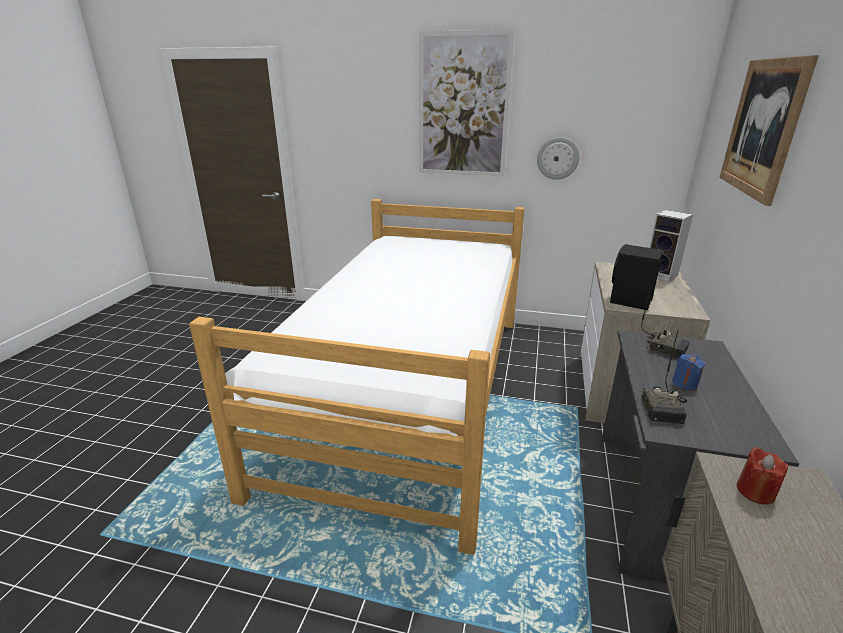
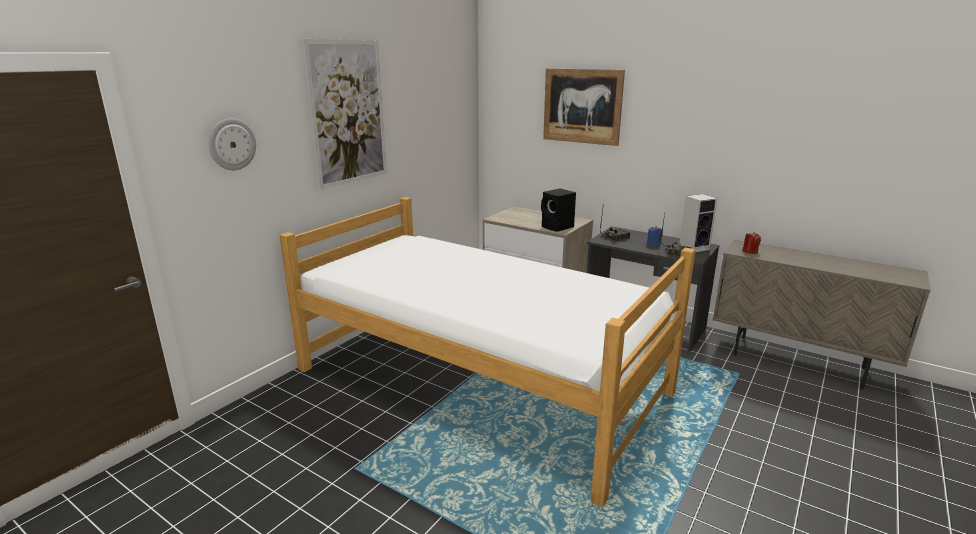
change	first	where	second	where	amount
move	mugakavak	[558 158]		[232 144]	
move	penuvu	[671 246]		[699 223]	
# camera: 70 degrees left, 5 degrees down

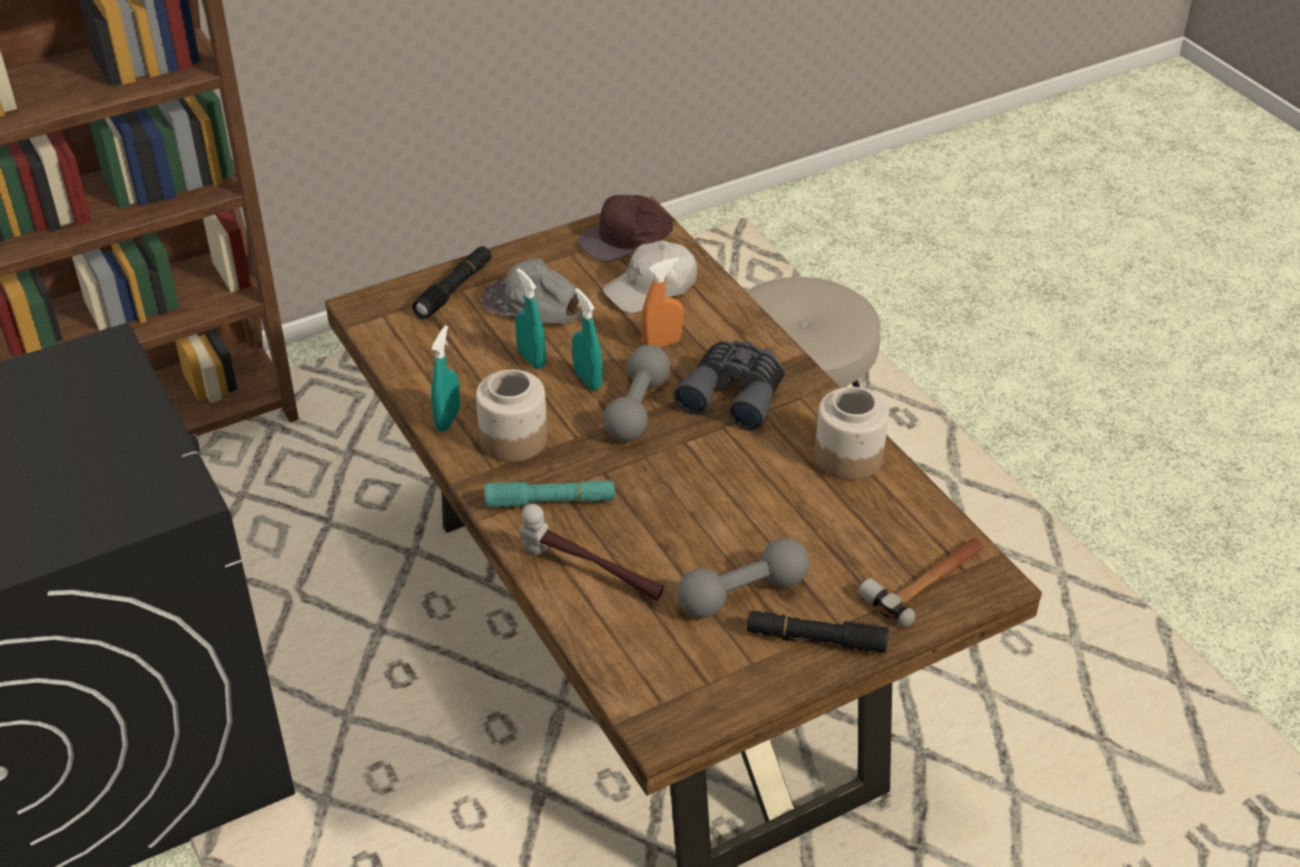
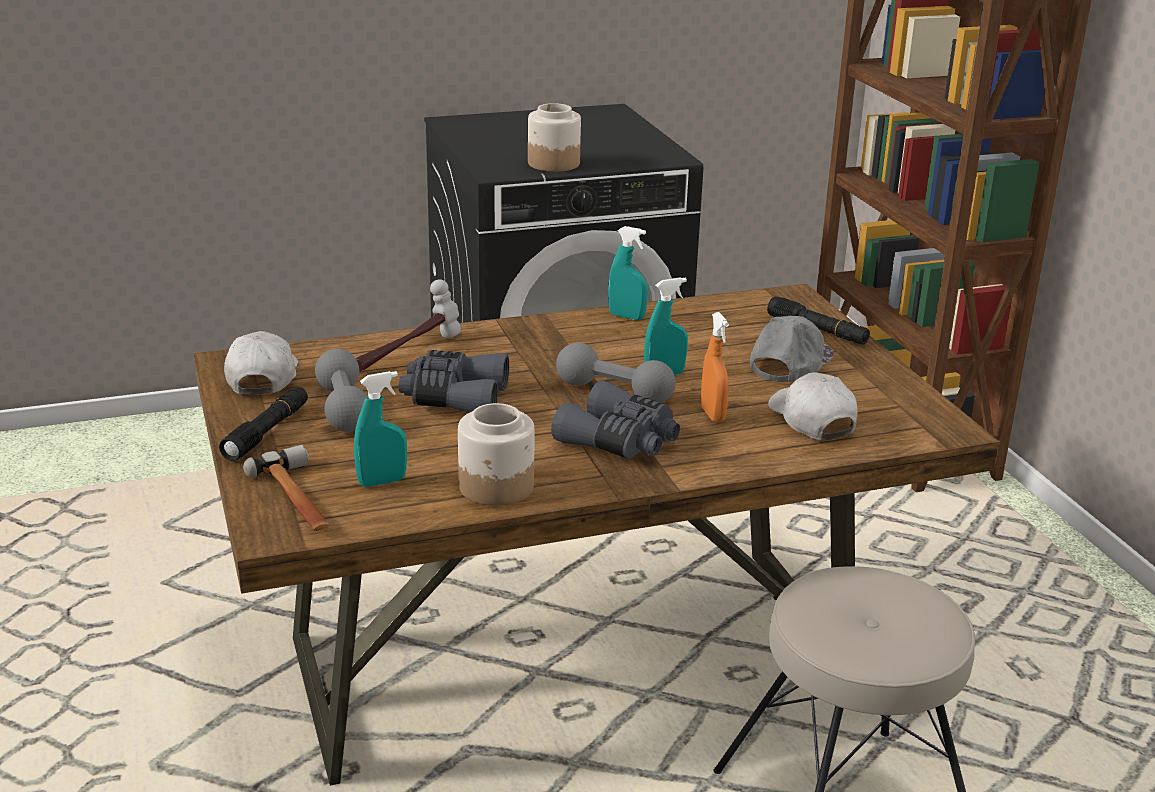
change	first	where	second	where	amount
delete	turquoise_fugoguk	[550 494]			
delete	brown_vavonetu	[625 228]			
insert			white_vavonetu	[261 363]	
insert			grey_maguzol	[454 381]	
move	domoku	[511 415]		[554 137]	
move	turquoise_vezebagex	[530 318]		[380 429]	
# camera: 100 degrees right, 15 degrees down

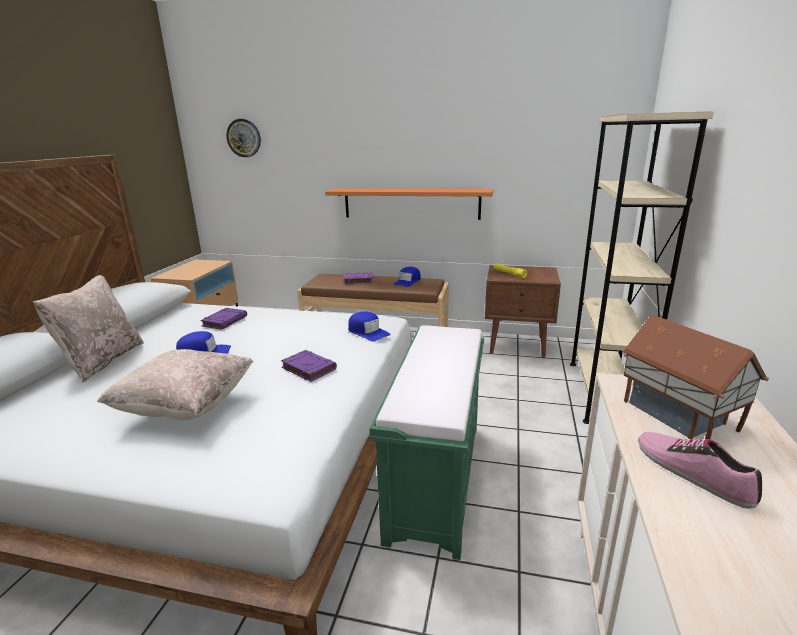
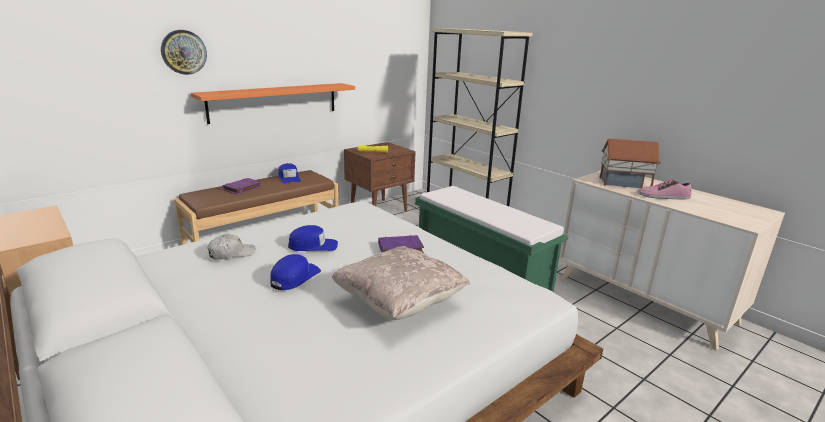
change	first	where	second	where	amount
delete	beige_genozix	[88 329]			
move	mugakavak	[243 138]		[184 52]	
move	blue_vavonetu	[369 326]		[313 238]	
replace	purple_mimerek	[223 319]	white_vavonetu	[231 247]	
# camera: 55 degrees left, 0 degrees up

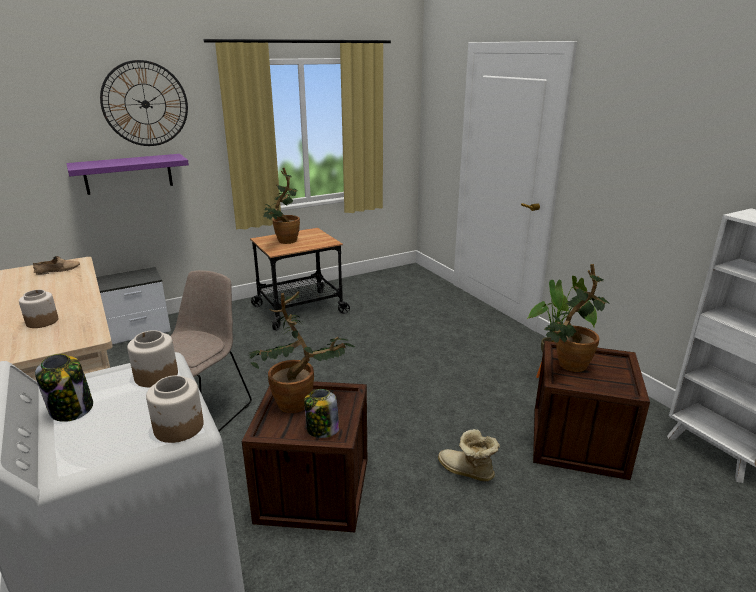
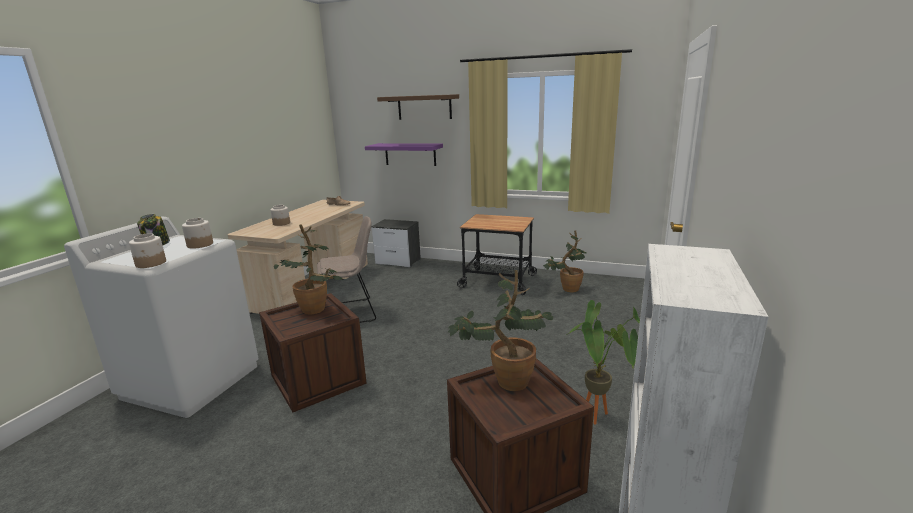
change	first	where	second	where	amount
delete	domoku	[321 413]			
delete	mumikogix	[469 455]			
move	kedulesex	[281 206]		[565 261]	
replace	mugakavak	[144 103]	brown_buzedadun	[418 107]	
# camera: 50 degrees right, 5 degrees down

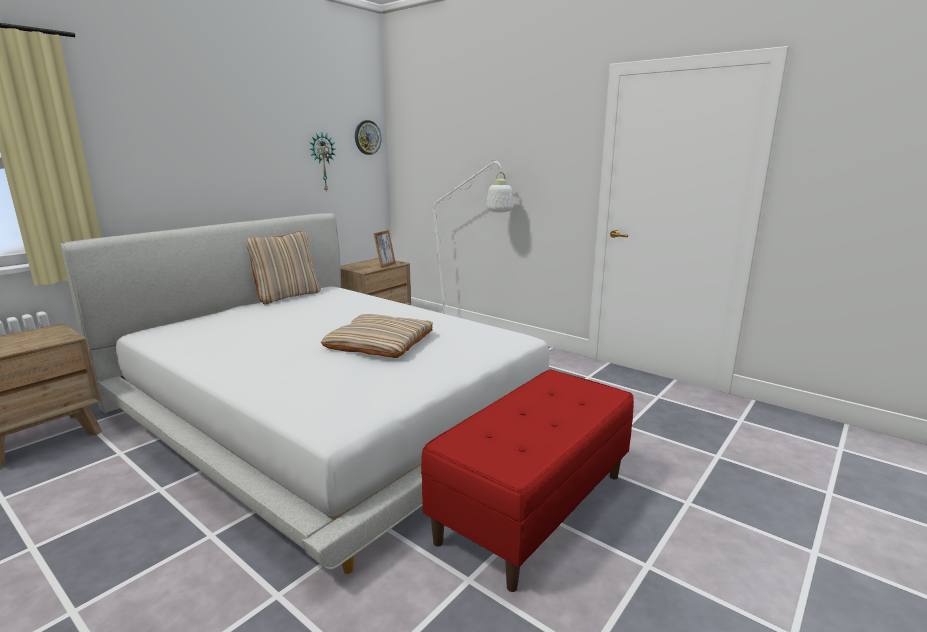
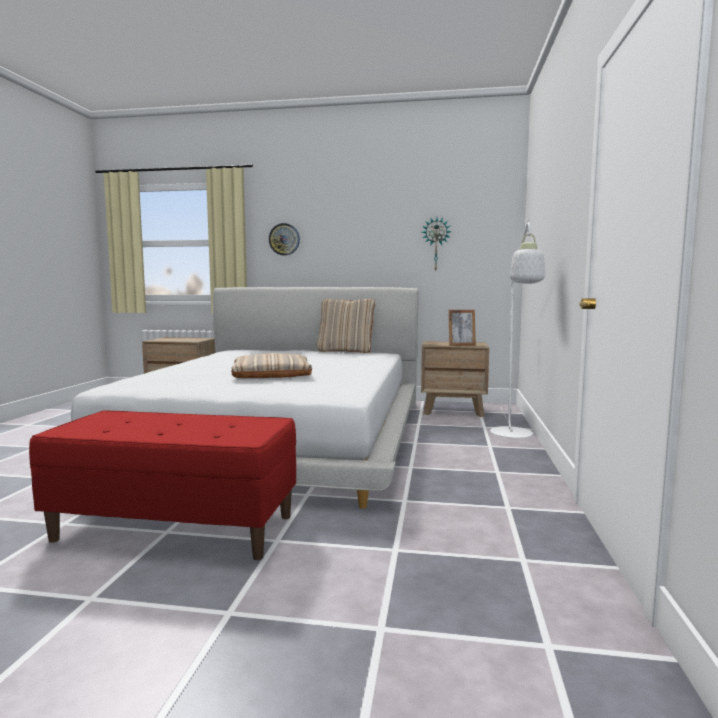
change	first	where	second	where	amount
move	mugakavak	[368 137]		[284 239]	
# camera: 60 degrees right, 10 degrees down

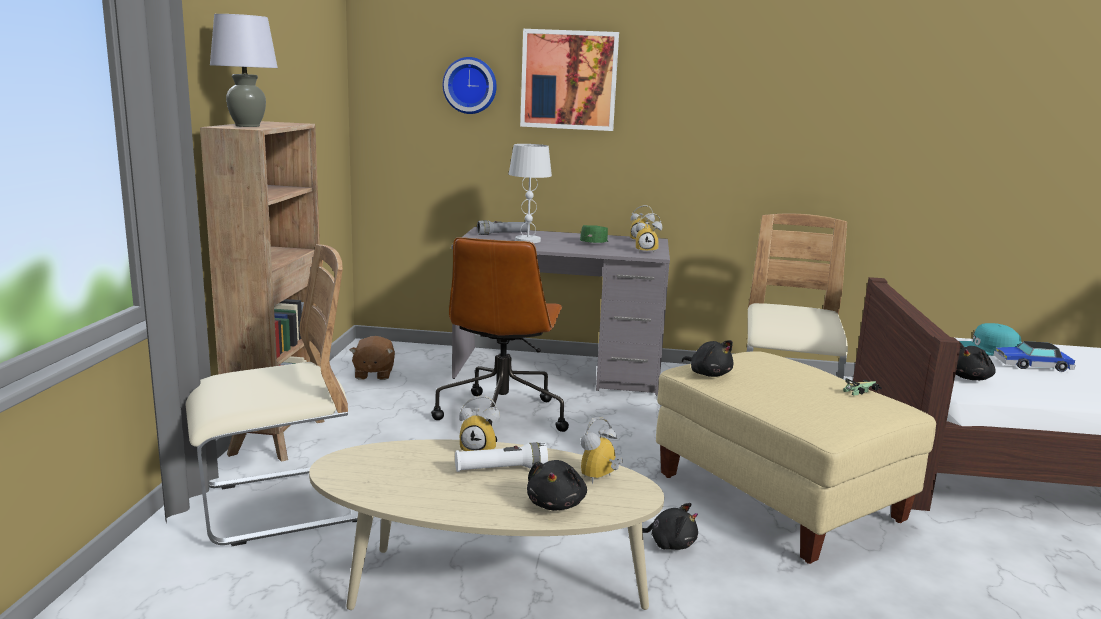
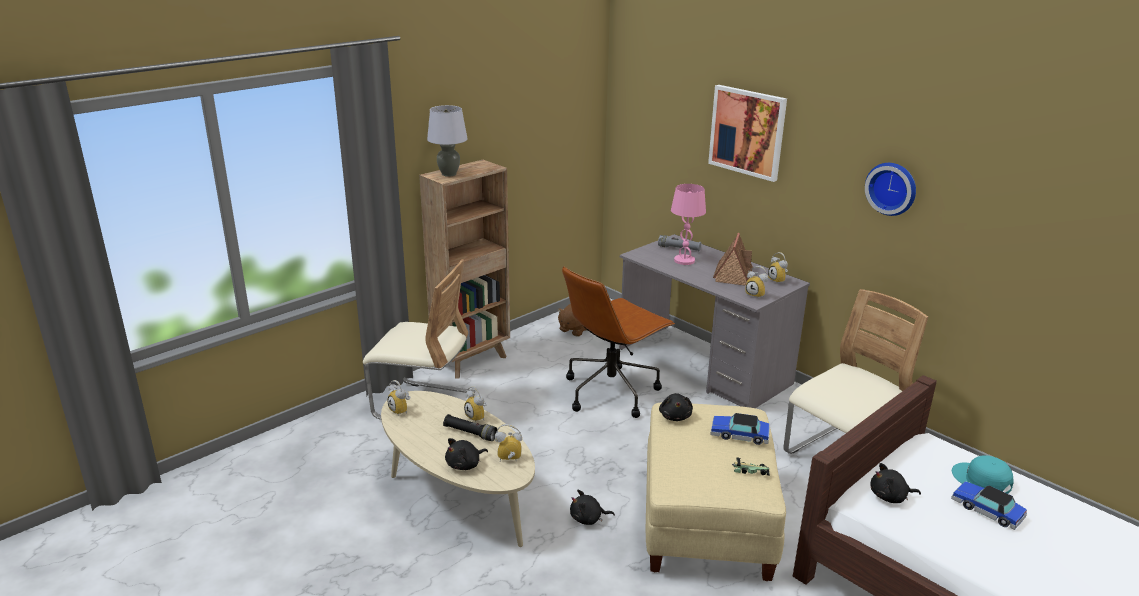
change	first	where	second	where	amount
insert			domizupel	[398 398]	
insert			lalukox	[740 429]	
move	mugakavak	[470 85]		[890 189]	
replace	green_vavonetu	[594 234]	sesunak	[733 259]	
recolor	white_fugoguk	[501 457]	black_fugoguk	[470 427]	
recolor	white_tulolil	[530 193]	pink_tulolil	[688 224]	
rotate	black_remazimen	[670 526]		[592 507]	120 degrees clockwise
# camera: 40 degrees right, 10 degrees up

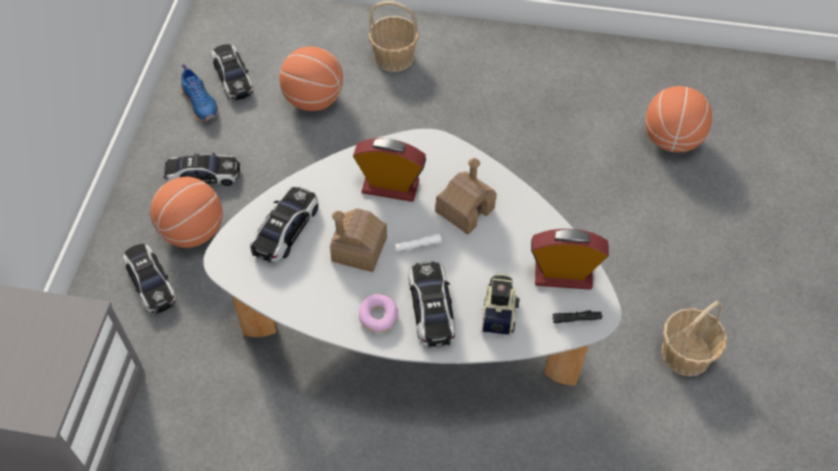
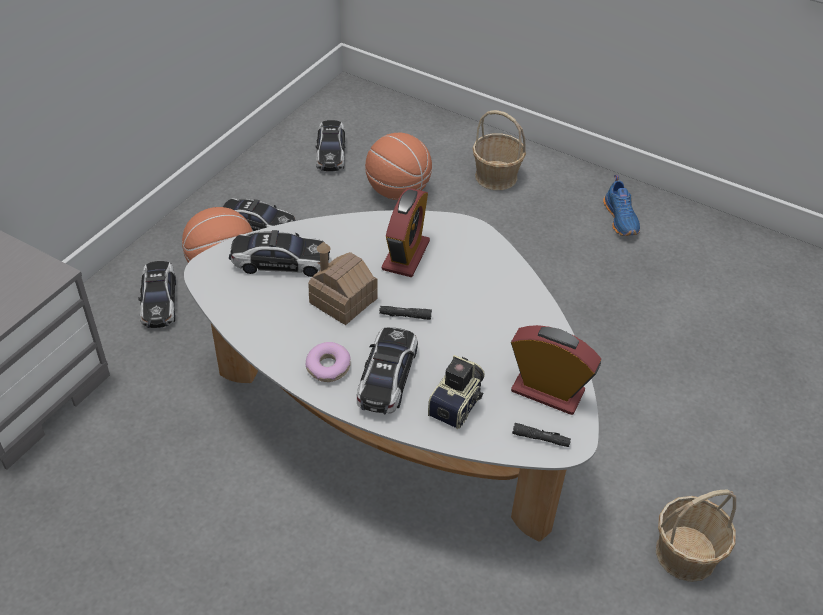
change	first	where	second	where	amount
delete	sesunak	[466 196]			
delete	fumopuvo	[678 119]			
move	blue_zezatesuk	[200 93]		[621 205]	
recolor	white_fugoguk	[418 242]	black_fugoguk	[405 313]	
rotate	lalukox	[284 225]		[279 253]	45 degrees clockwise
rotate	domizupel	[389 170]		[406 232]	75 degrees clockwise
# camera: 20 degrees right, 10 degrees down

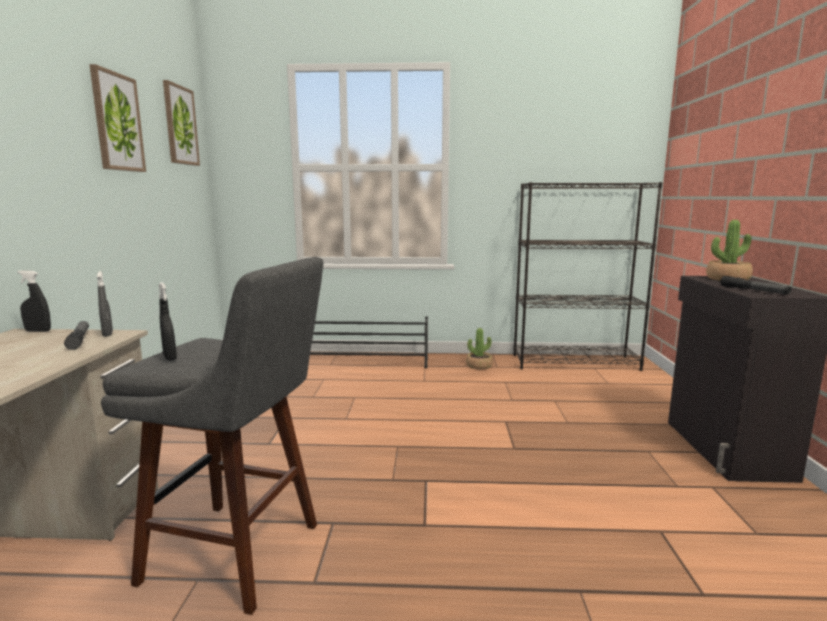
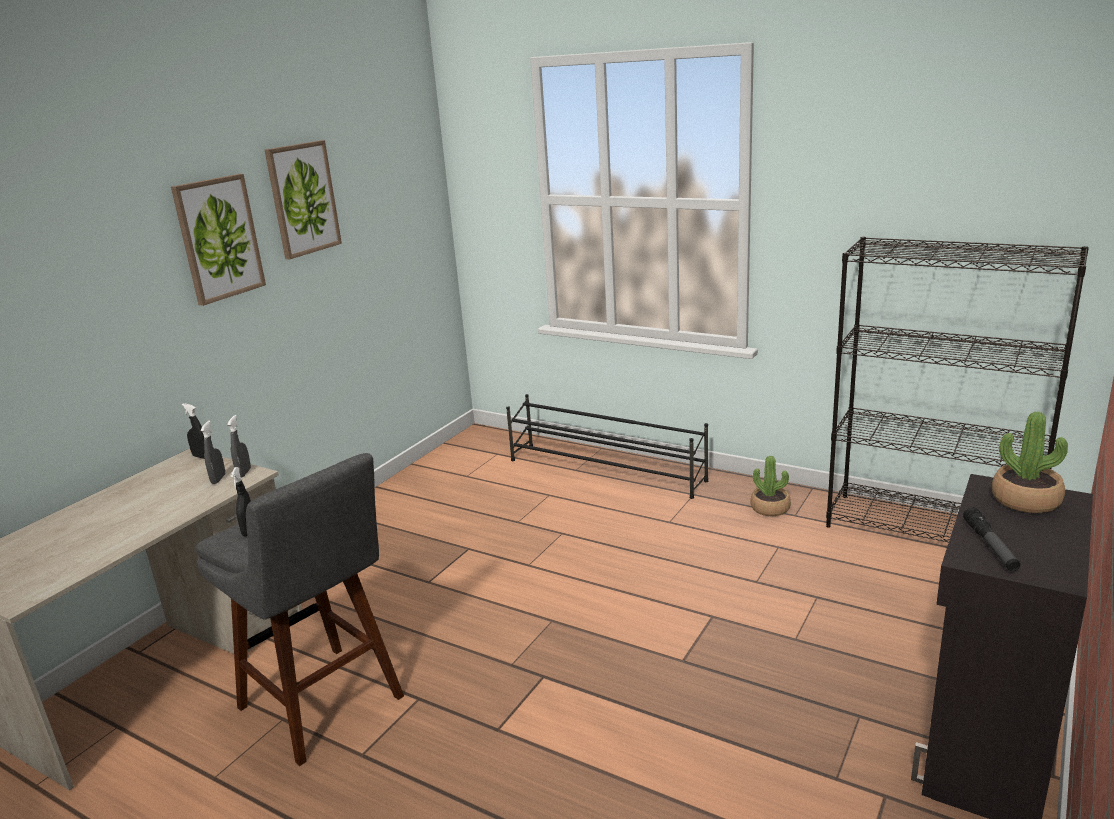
change	first	where	second	where	amount
move	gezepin	[181 123]		[218 240]	
replace	fugoguk	[76 335]	grey_vezebagex	[213 452]	
# camera: 30 degrees right, 10 degrees up

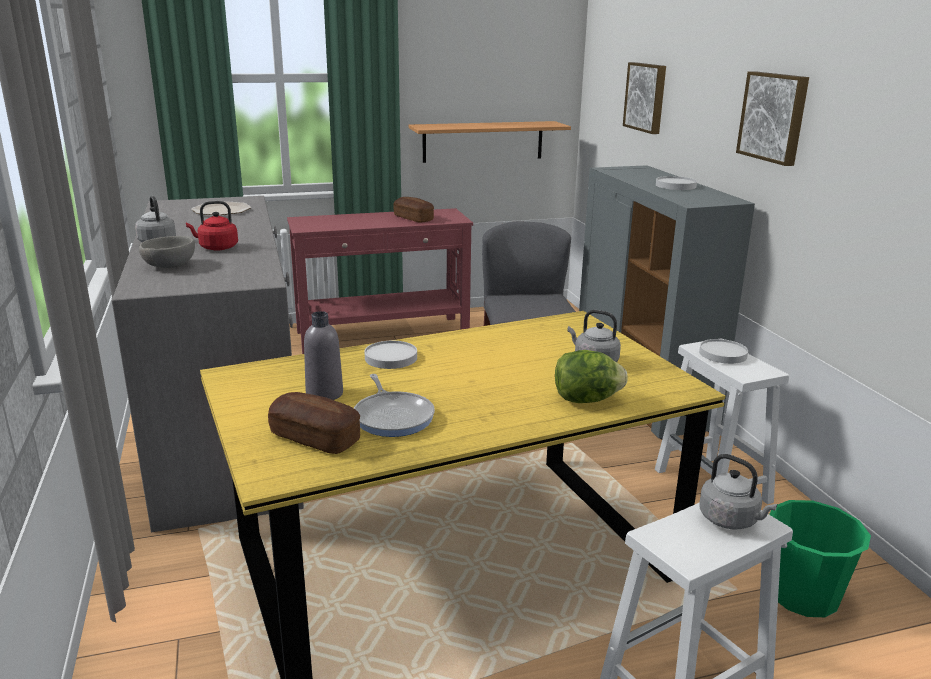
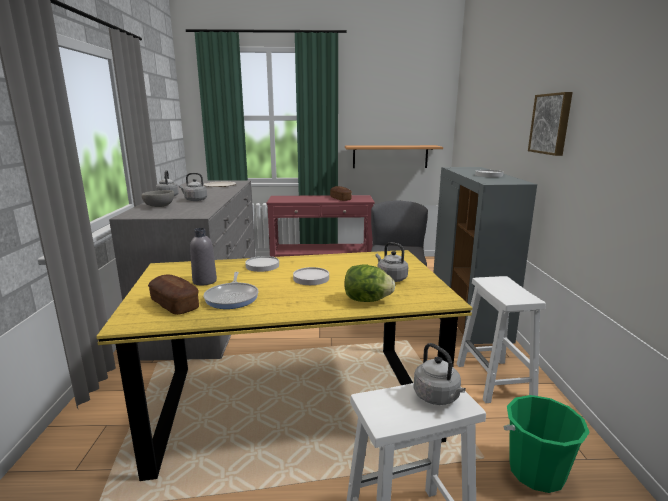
change	first	where	second	where	amount
delete	gezepin	[644 98]			
move	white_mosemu	[723 351]		[311 276]	
recolor	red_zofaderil	[212 225]	grey_zofaderil	[193 187]	
# camera: 15 degrees right, 5 degrees down

